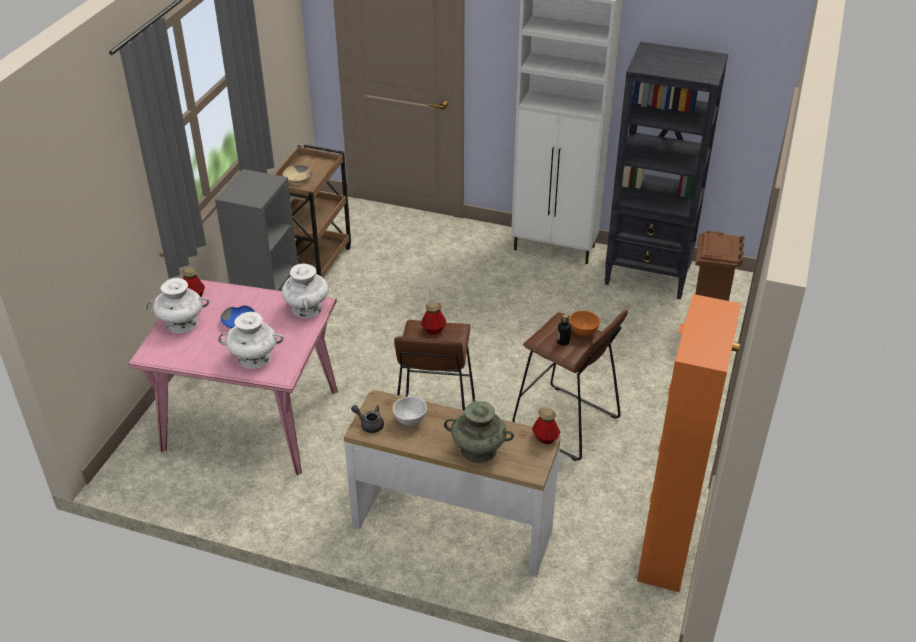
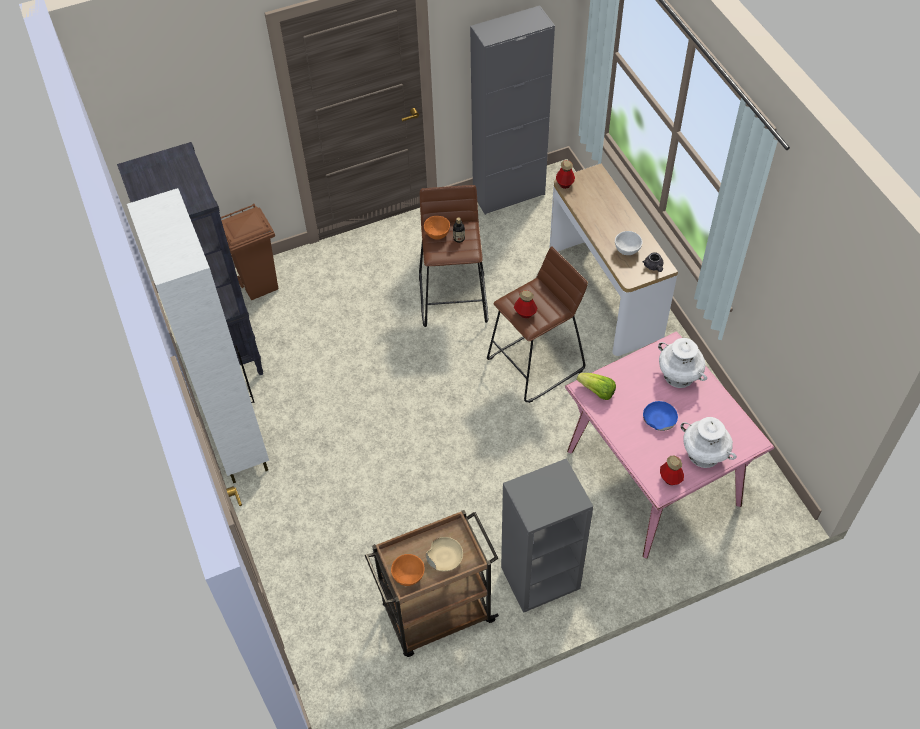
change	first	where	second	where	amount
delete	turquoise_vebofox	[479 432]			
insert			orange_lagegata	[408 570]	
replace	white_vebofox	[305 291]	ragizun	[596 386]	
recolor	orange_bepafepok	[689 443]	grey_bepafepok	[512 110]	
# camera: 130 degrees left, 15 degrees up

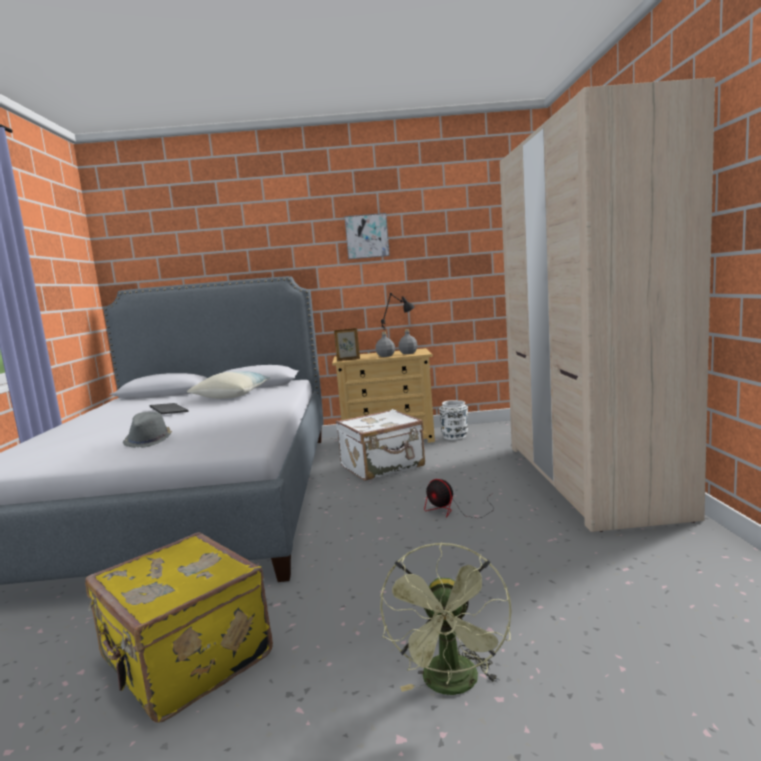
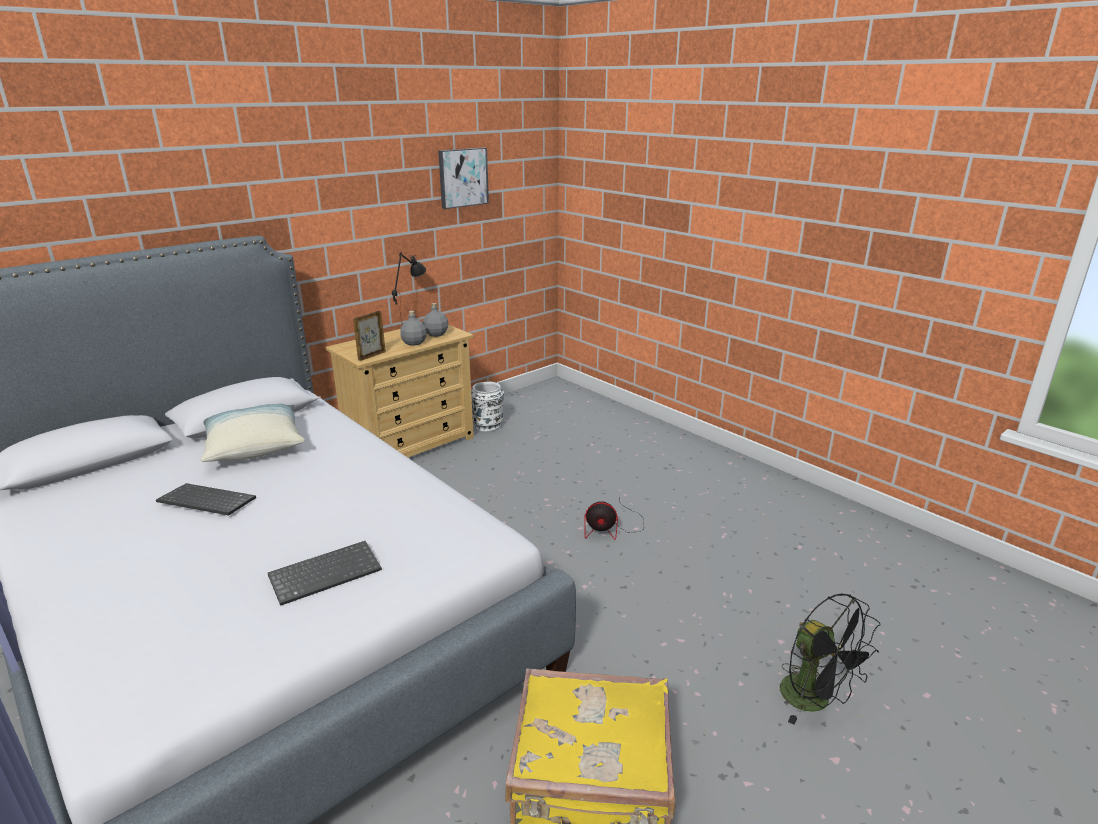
change	first	where	second	where	amount
delete	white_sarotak	[380 445]			
delete	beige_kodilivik	[607 304]			
move	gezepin	[367 236]		[463 178]	
replace	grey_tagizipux	[147 430]	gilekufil	[325 573]	
recolor	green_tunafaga	[446 618]	black_tunafaga	[830 659]	
# camera: 40 degrees left, 15 degrees up

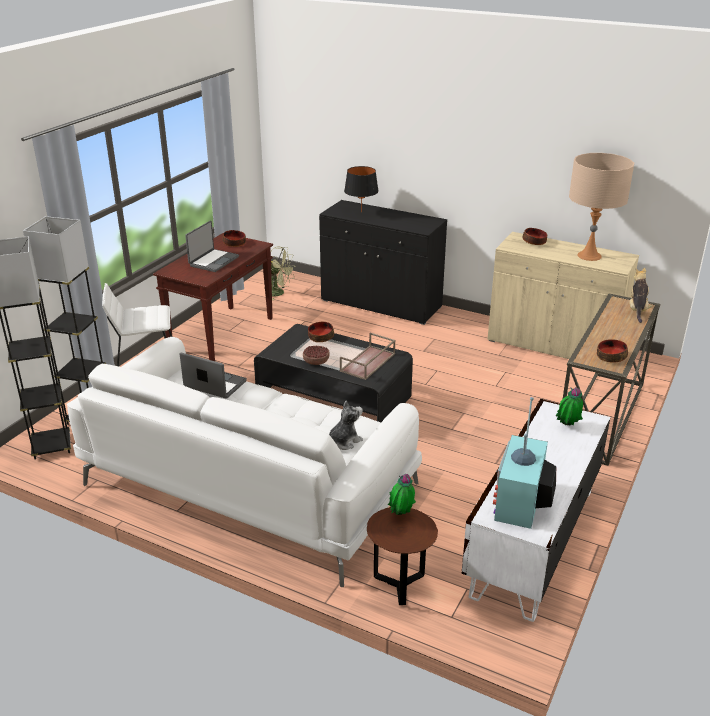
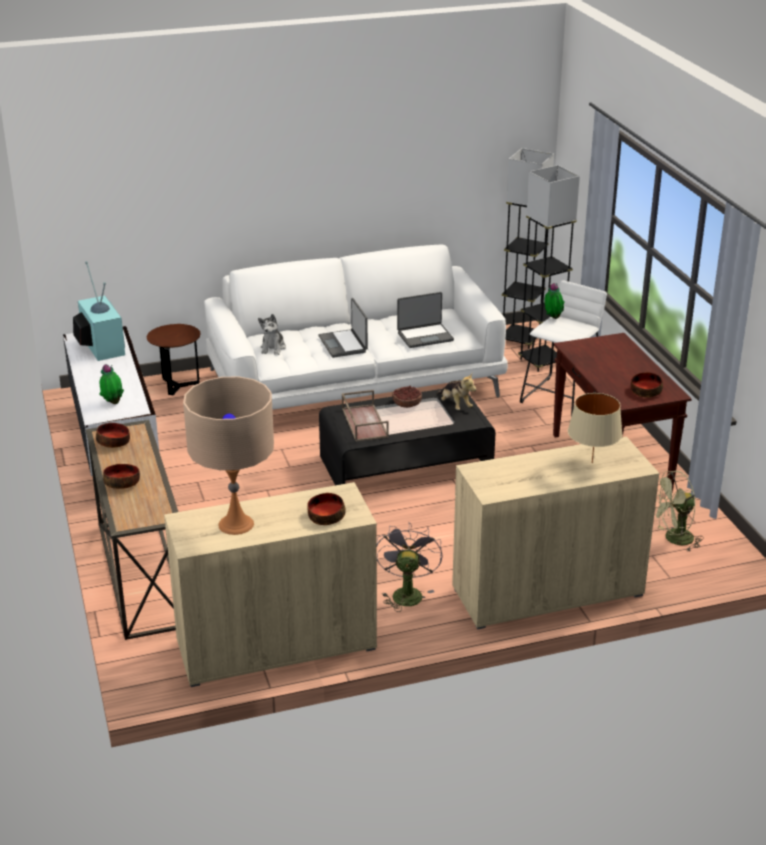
change	first	where	second	where	amount
insert			grey_tunafaga	[410 567]	
move	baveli	[212 246]		[343 328]	
move	lagegata	[321 332]		[121 476]	
move	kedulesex	[402 494]		[554 301]	
move	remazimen	[641 295]		[457 391]	
recolor	black_bepafepok	[383 262]	beige_bepafepok	[556 533]	
recolor	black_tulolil	[361 189]	beige_tulolil	[595 428]	
# camera: 135 degrees right, 0 degrees up

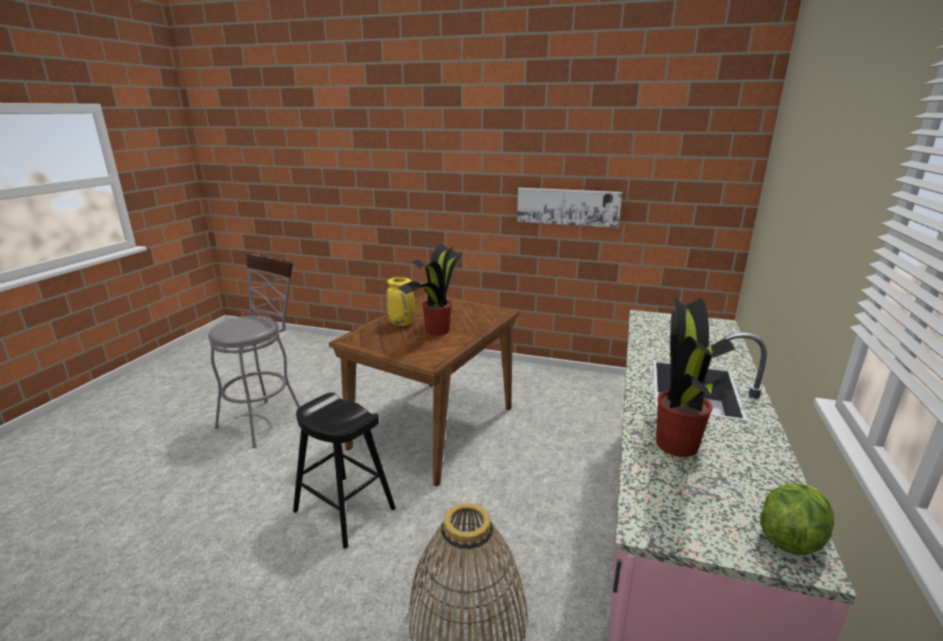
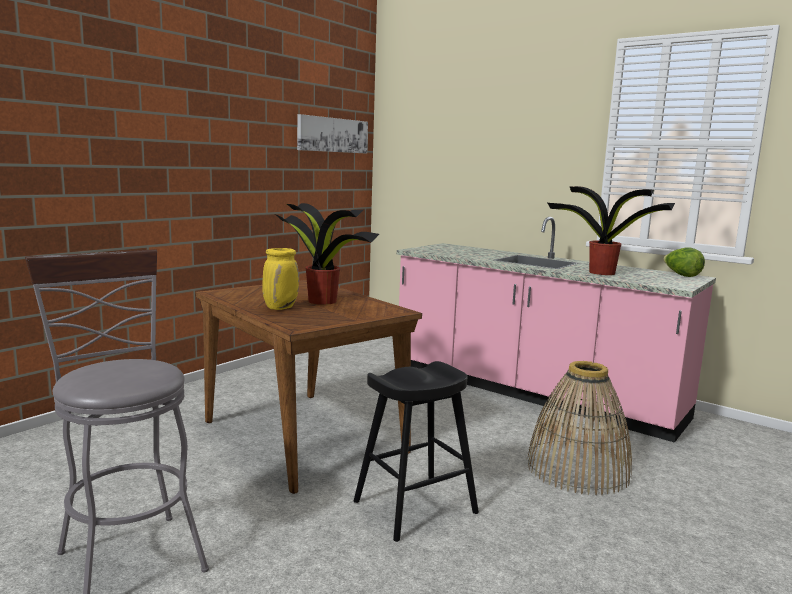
change	first	where	second	where	amount
move	gezepin	[569 208]		[332 133]	
# camera: 70 degrees left, 10 degrees down

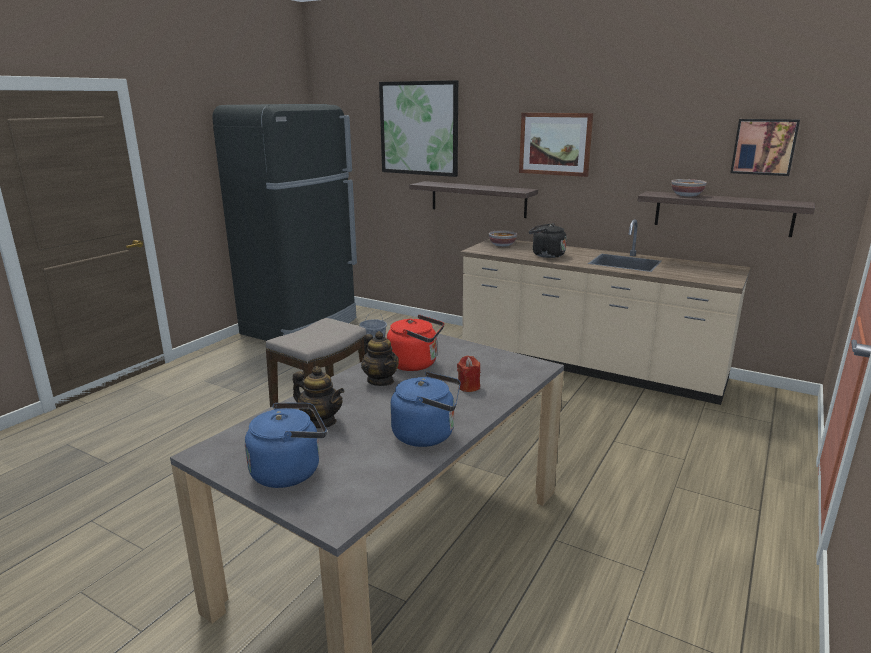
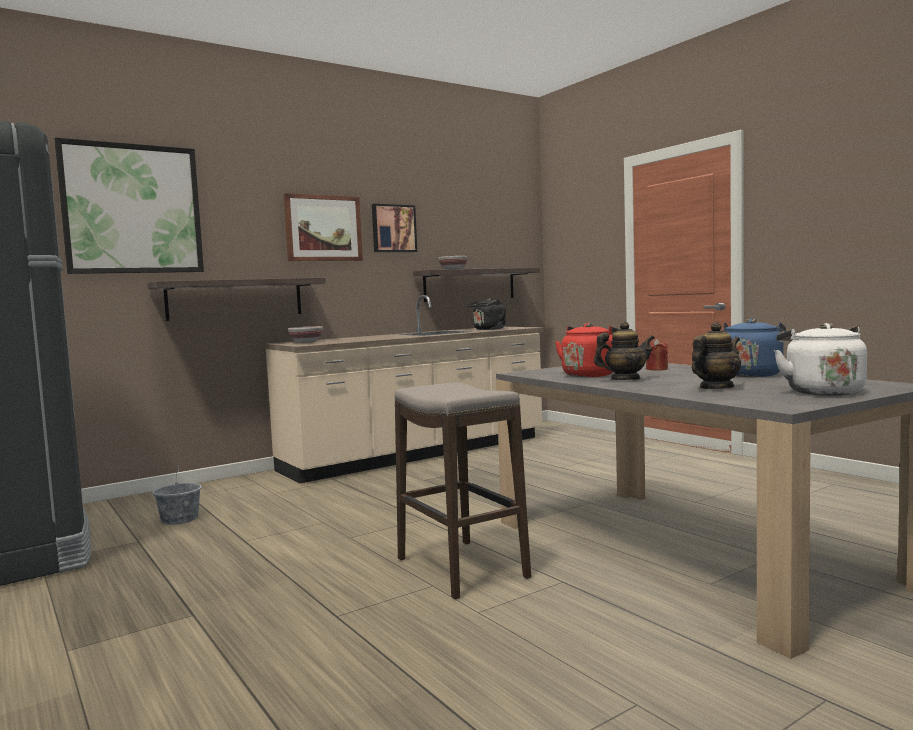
change	first	where	second	where	amount
move	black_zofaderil	[548 240]		[486 314]	
move	gezepin	[765 147]		[394 228]	
recolor	blue_zofaderil	[286 445]	white_zofaderil	[820 359]	
# camera: 65 degrees left, 15 degrees down

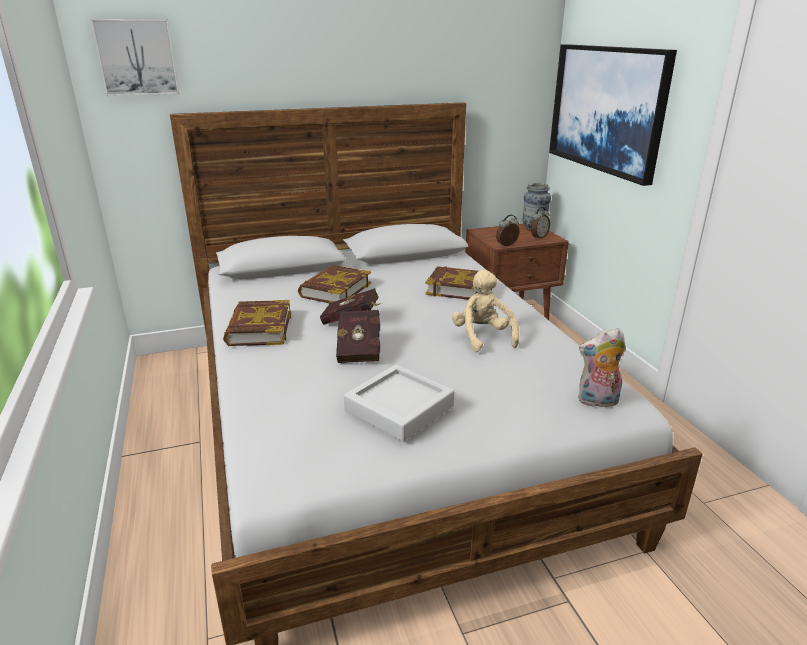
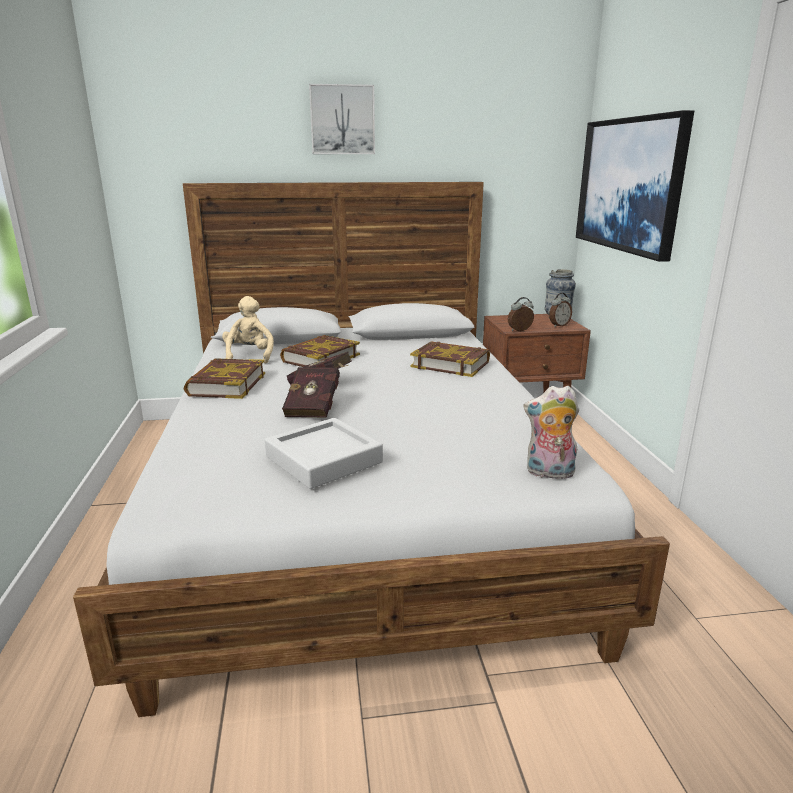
change	first	where	second	where	amount
move	gezepin	[135 57]		[342 119]	
move	beige_remazimen	[485 311]		[248 330]	
# camera: 10 degrees right, 5 degrees down

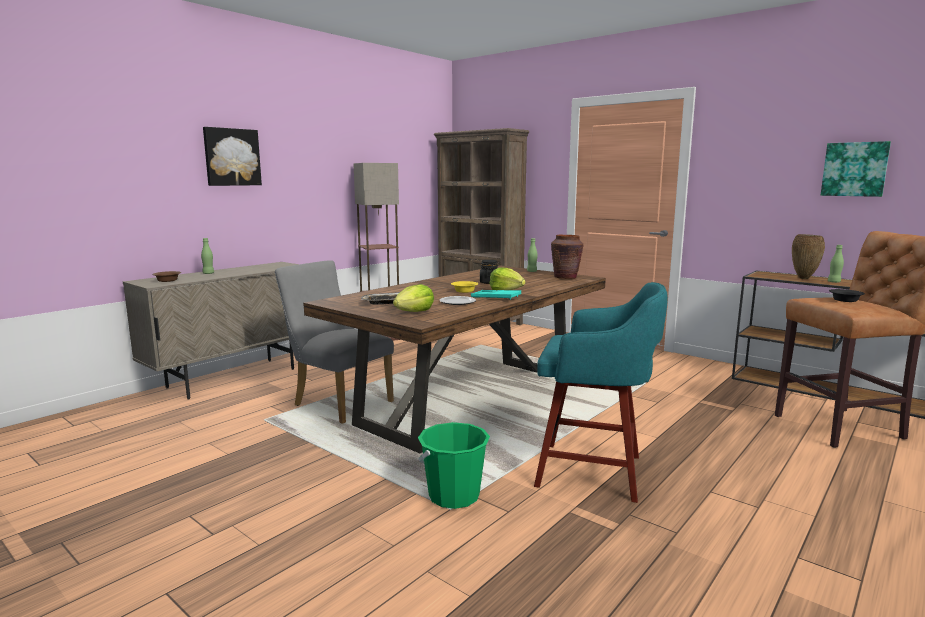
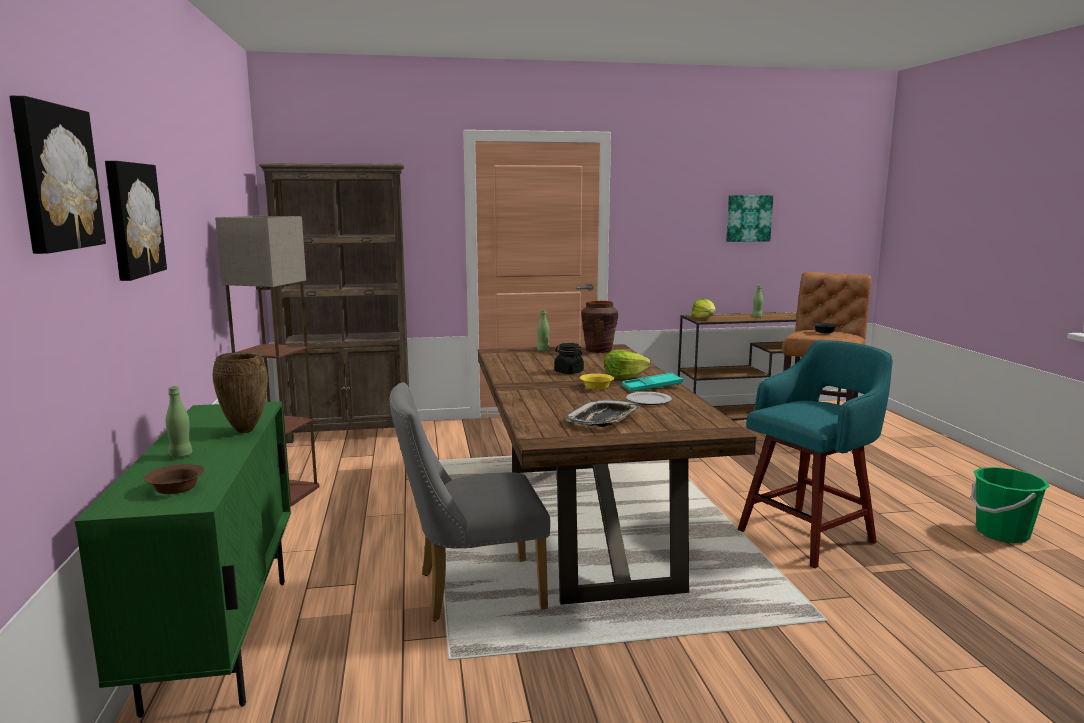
change	first	where	second	where	amount
insert			gezepin	[57 175]	
move	ragizun	[413 298]		[704 308]	
move	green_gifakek	[454 465]		[1010 505]	
move	brown_vebofox	[808 256]		[240 392]	
recolor	beige_bepafepok	[211 331]	green_bepafepok	[183 559]	
# camera: 50 degrees left, 0 degrees up

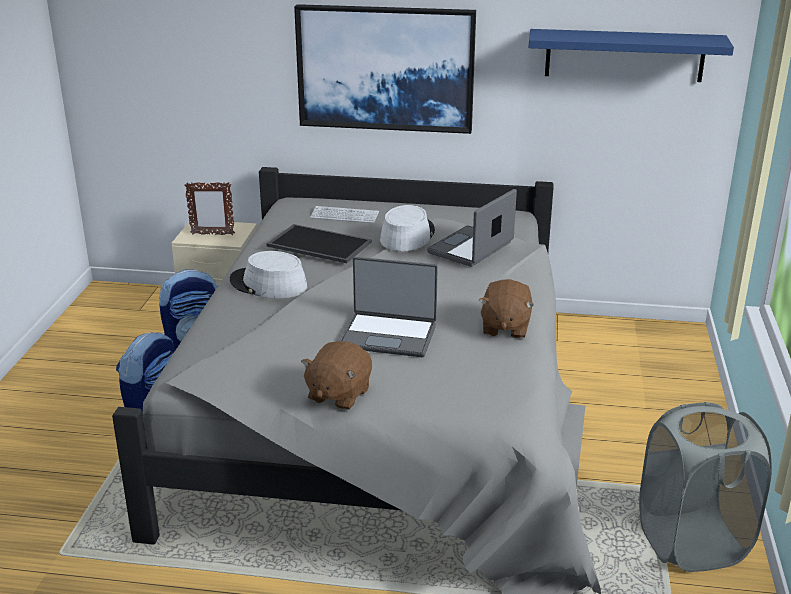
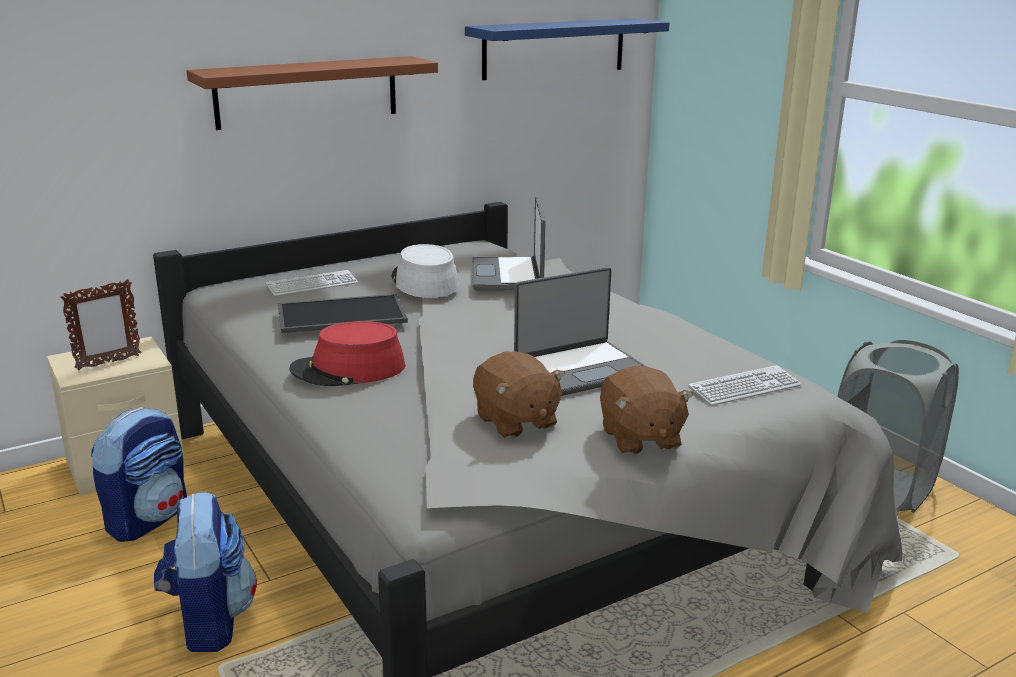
change	first	where	second	where	amount
insert			gilekufil	[744 385]	
move	brown_remazimen	[506 309]		[519 395]	
replace	gezepin	[385 69]	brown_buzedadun	[312 93]	
recolor	grey_tagizipux	[269 274]	red_tagizipux	[347 353]	
# camera: 40 degrees left, 5 degrees down

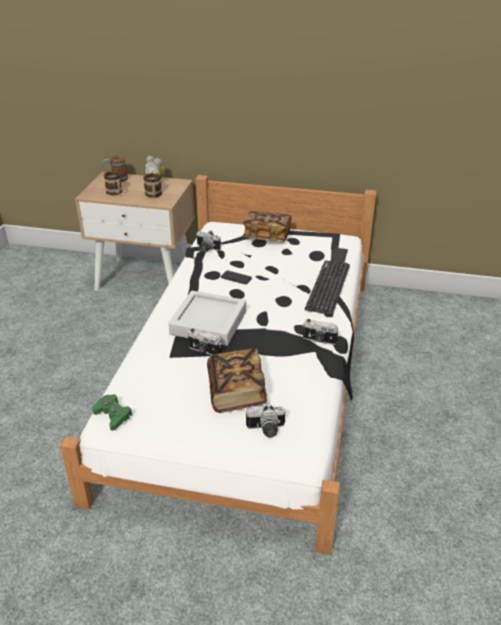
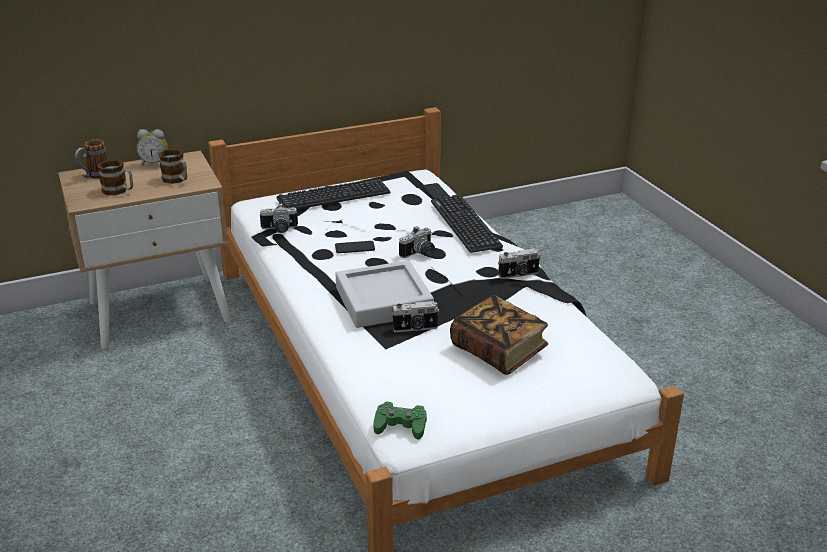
change	first	where	second	where	amount
move	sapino	[265 420]		[417 242]	
replace	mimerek	[267 226]	gilekufil	[333 194]	
# camera: 35 degrees left, 5 degrees down

